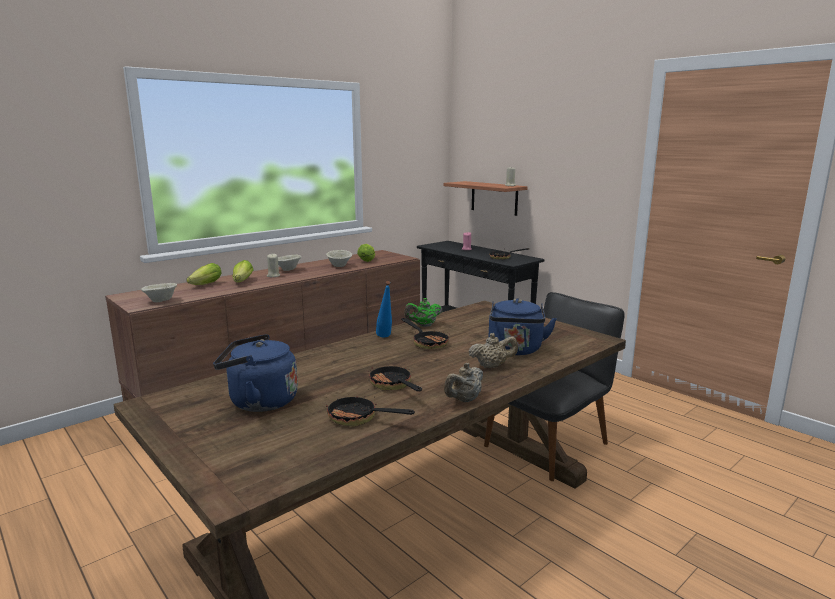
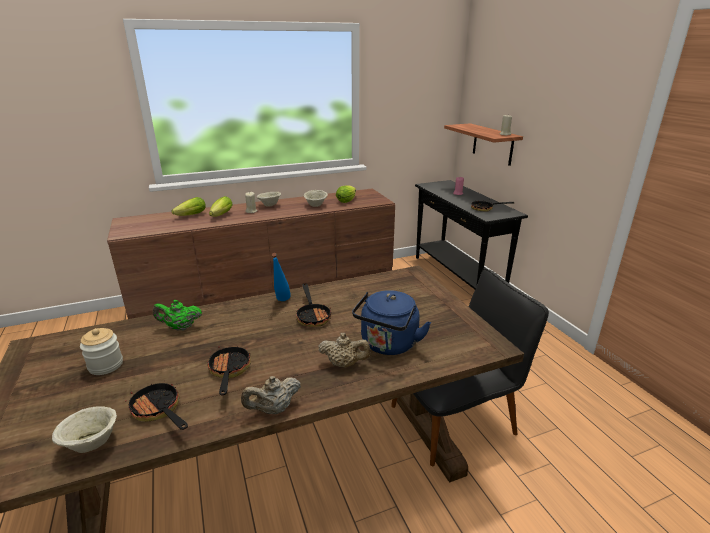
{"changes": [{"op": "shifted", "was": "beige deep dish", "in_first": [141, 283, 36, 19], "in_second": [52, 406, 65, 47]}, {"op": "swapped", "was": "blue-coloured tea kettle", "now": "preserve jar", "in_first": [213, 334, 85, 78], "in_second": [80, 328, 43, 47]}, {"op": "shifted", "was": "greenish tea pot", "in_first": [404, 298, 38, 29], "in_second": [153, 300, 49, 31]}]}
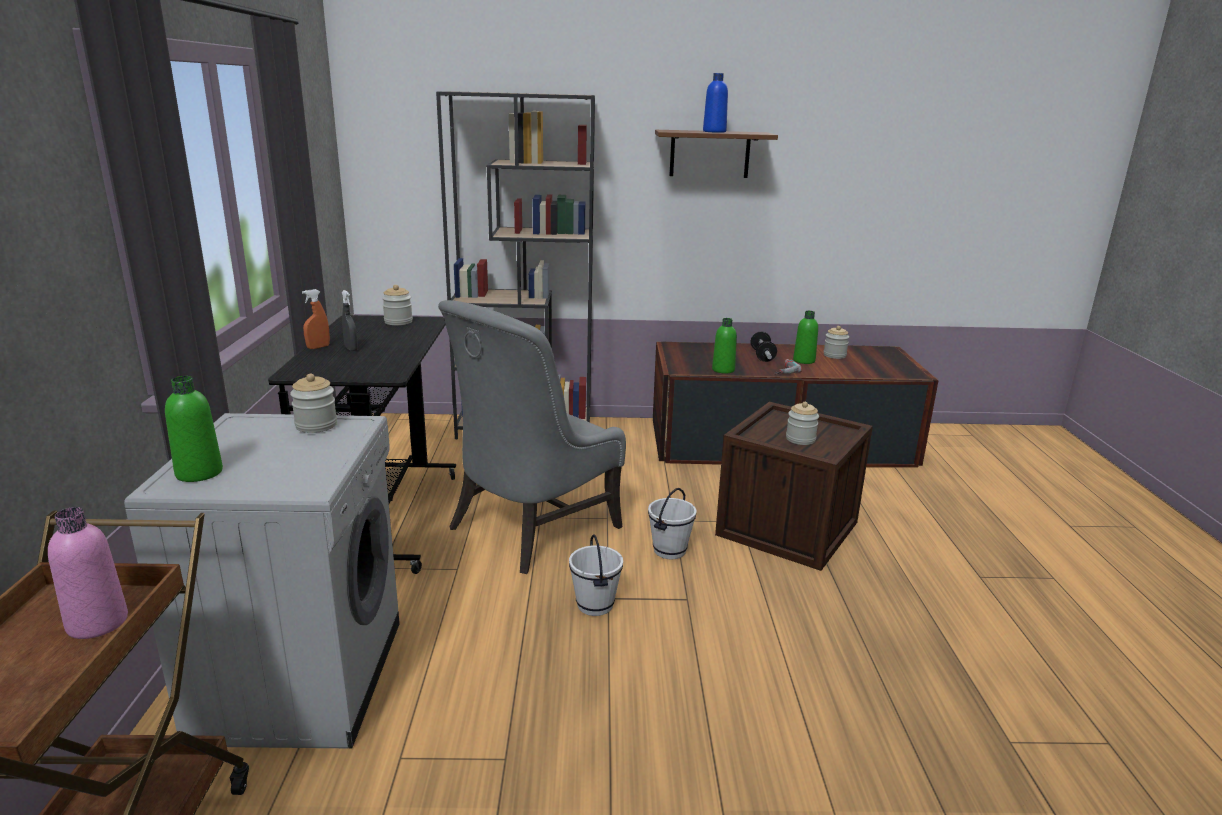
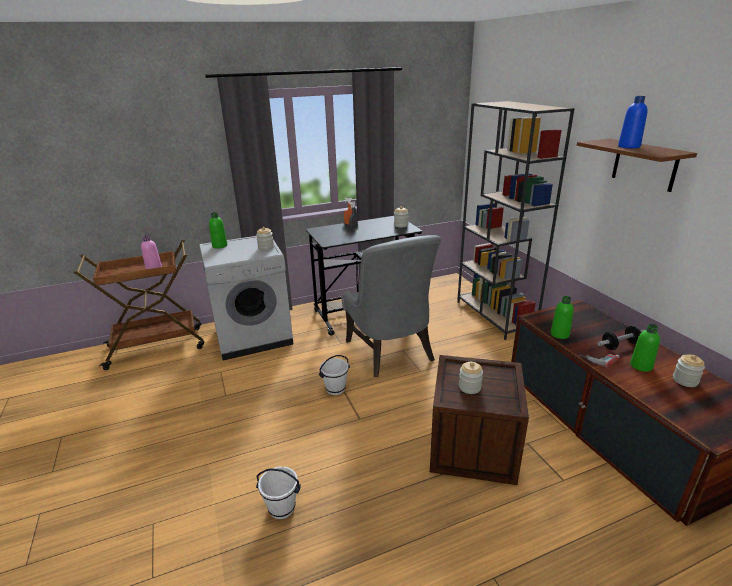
{"changes": [{"op": "rotated", "was": "grey chair", "in_first": [438, 300, 188, 274], "in_second": [342, 235, 99, 142], "clockwise": -135}, {"op": "shifted", "was": "white-coloured water bucket", "in_first": [648, 488, 49, 71], "in_second": [256, 466, 45, 53]}]}
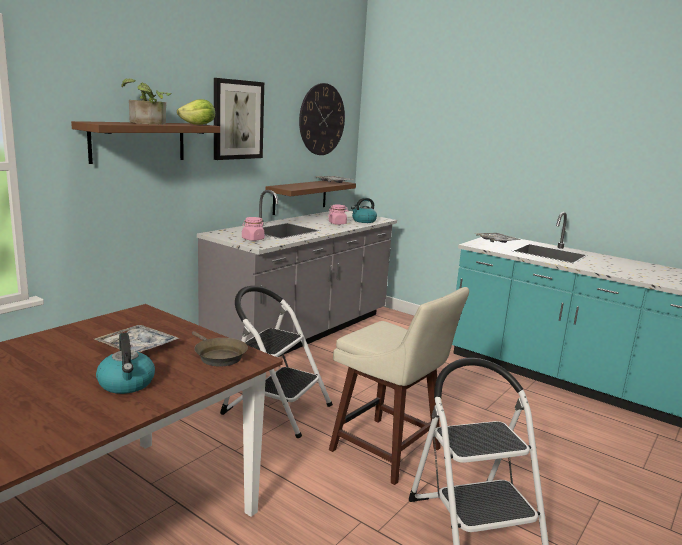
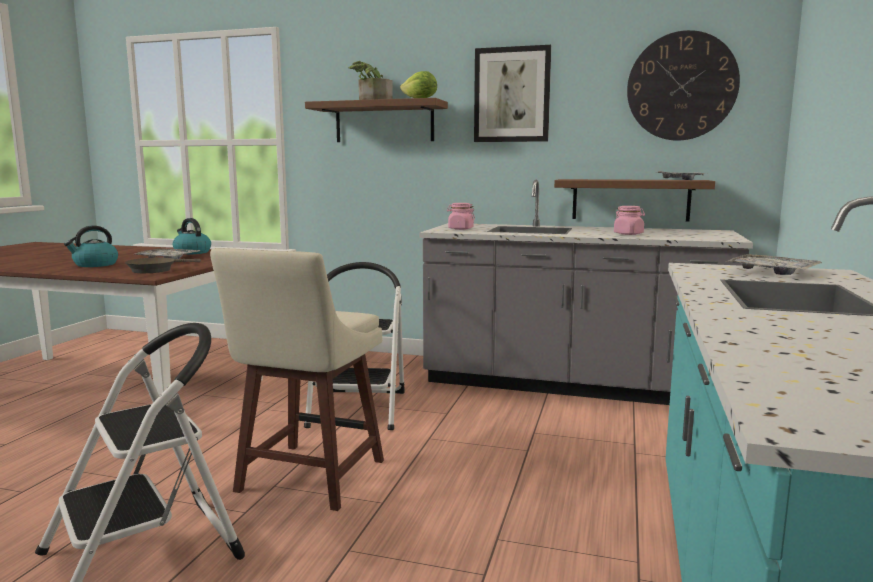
{"changes": [{"op": "shifted", "was": "tea kettle", "in_first": [351, 198, 26, 25], "in_second": [173, 218, 38, 37]}]}
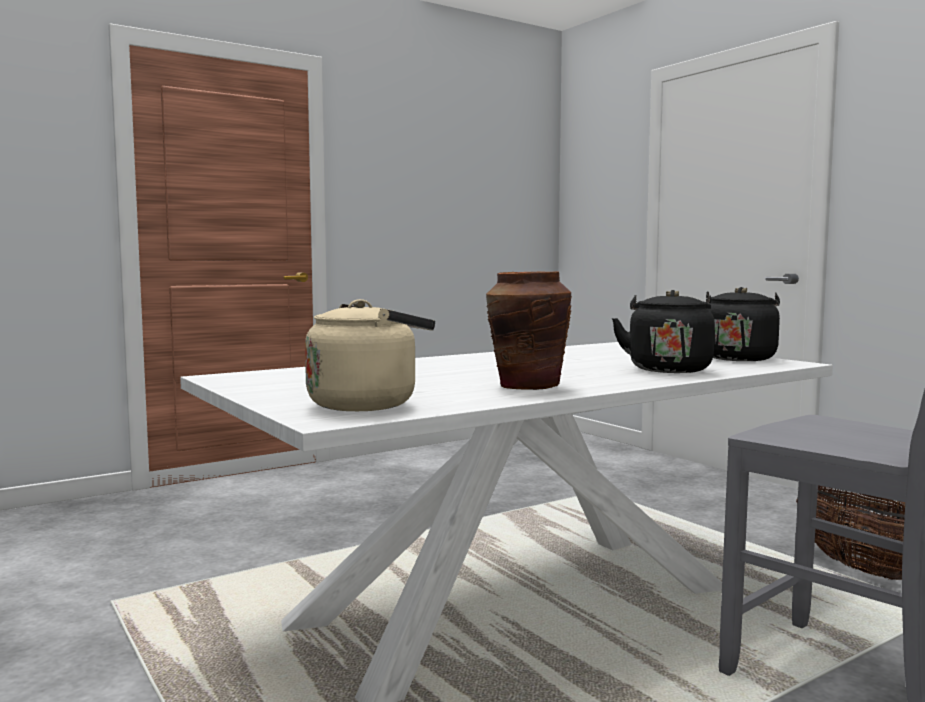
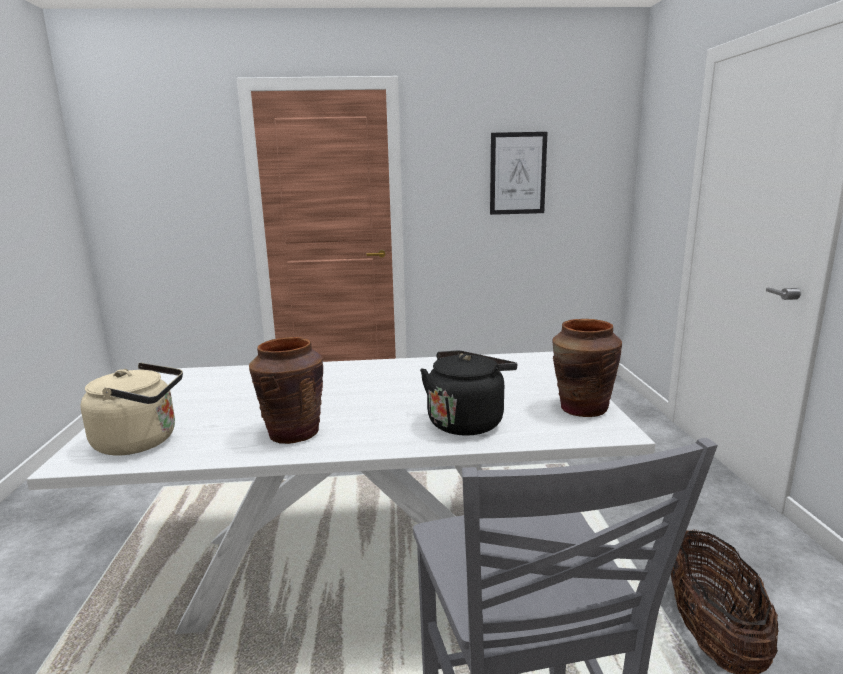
{"changes": [{"op": "swapped", "was": "black-coloured tea kettle", "now": "brown flower vase", "in_first": [706, 287, 74, 74], "in_second": [552, 319, 70, 98]}, {"op": "new", "now": "picture", "in_second": [490, 132, 57, 83]}]}
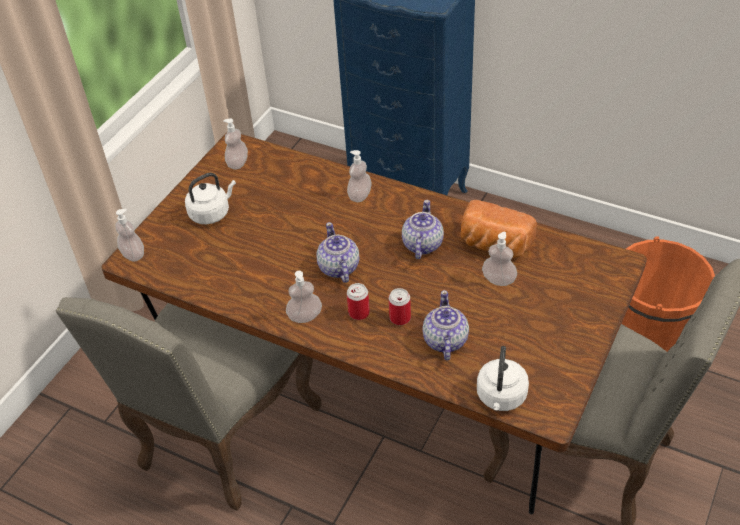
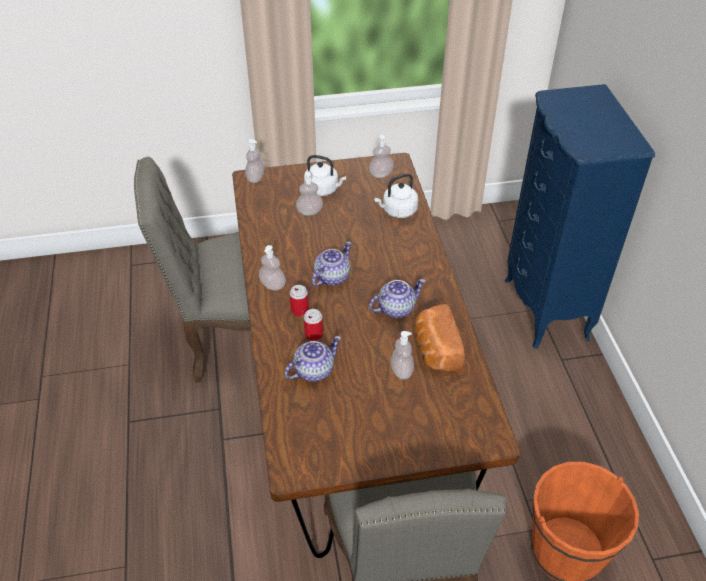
{"changes": [{"op": "shifted", "was": "liquid soap bottle", "in_first": [347, 150, 25, 52], "in_second": [296, 171, 27, 45]}, {"op": "shifted", "was": "white-coloured tea kettle", "in_first": [477, 346, 52, 65], "in_second": [374, 173, 44, 45]}]}
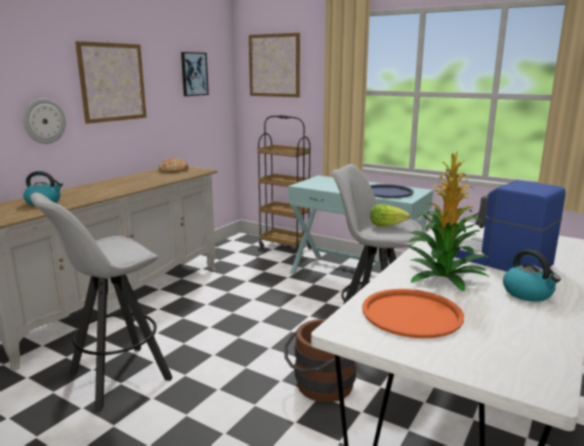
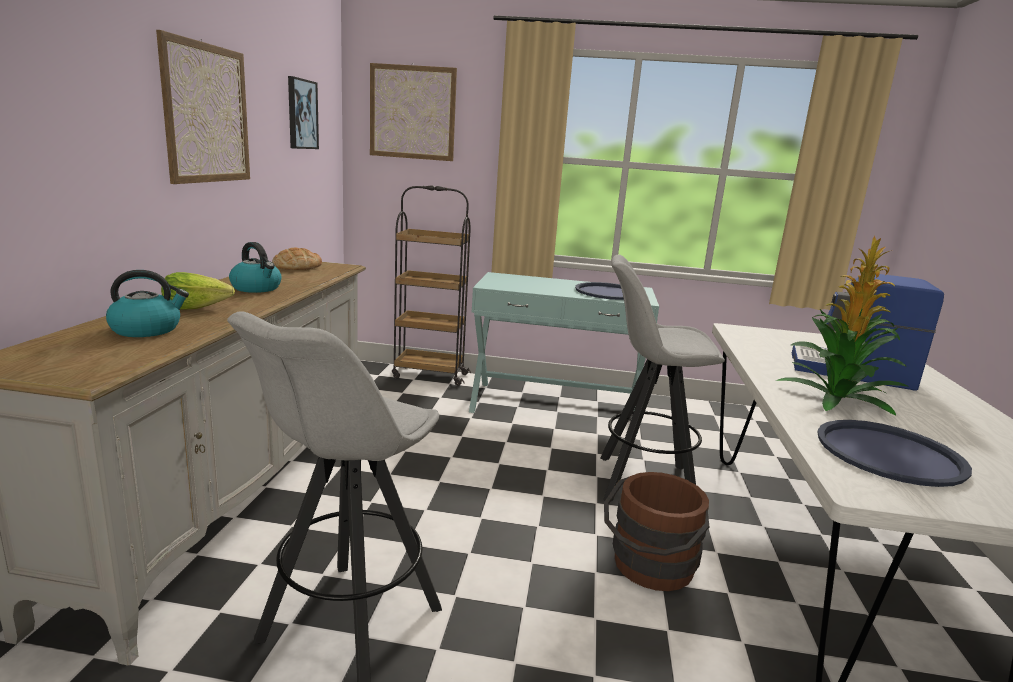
{"changes": [{"op": "gone", "was": "hanging clock", "in_first": [23, 98, 43, 46]}, {"op": "repainted", "was": "orange tray", "now": "blue-coloured tray", "in_first": [362, 289, 102, 49], "in_second": [817, 420, 155, 67]}, {"op": "shifted", "was": "lettuce", "in_first": [370, 204, 40, 22], "in_second": [161, 272, 74, 38]}, {"op": "shifted", "was": "tea kettle", "in_first": [503, 249, 58, 53], "in_second": [229, 242, 53, 51]}]}
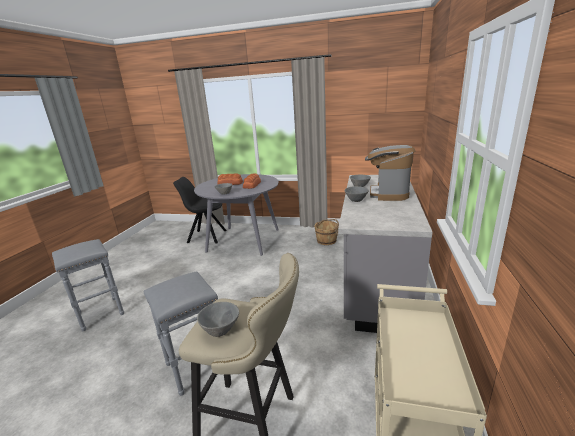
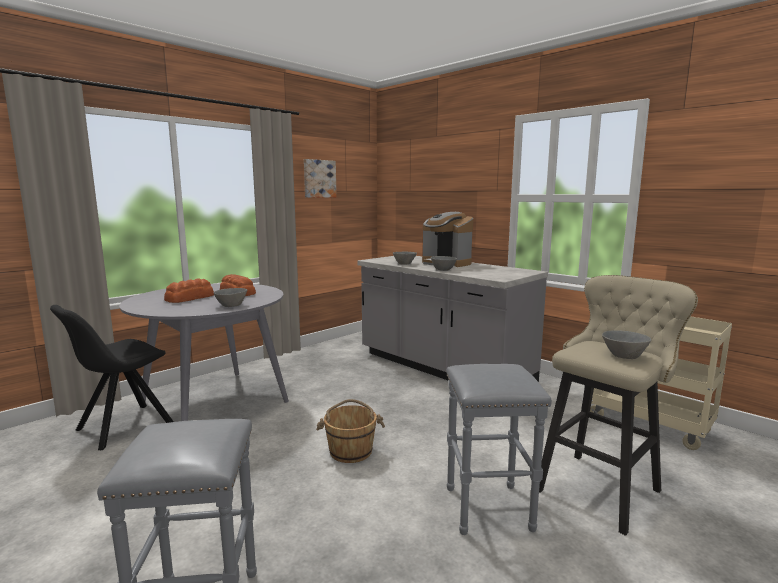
{"changes": [{"op": "shifted", "was": "brown water bucket", "in_first": [314, 219, 25, 26], "in_second": [316, 399, 69, 64]}, {"op": "new", "now": "picture", "in_second": [304, 159, 33, 39]}]}
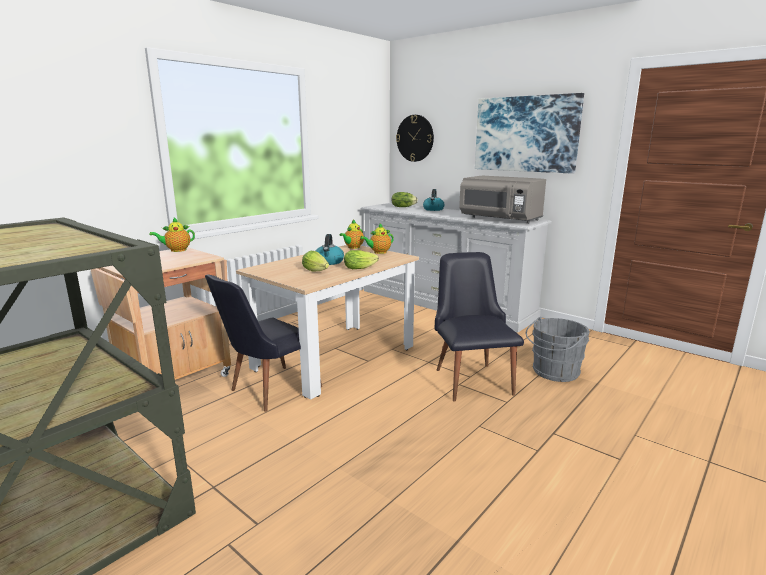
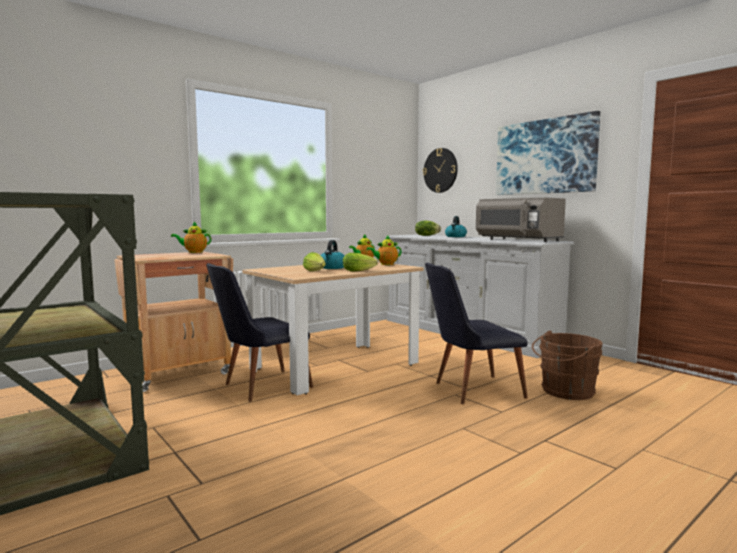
{"changes": [{"op": "rotated", "was": "black-coloured chair", "in_first": [435, 252, 89, 150], "in_second": [425, 262, 103, 142], "clockwise": -105}, {"op": "repainted", "was": "grey water bucket", "now": "brown water bucket", "in_first": [526, 317, 64, 65], "in_second": [532, 331, 71, 69]}]}
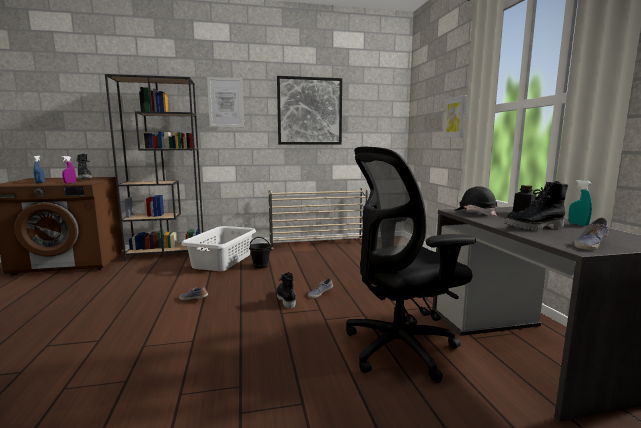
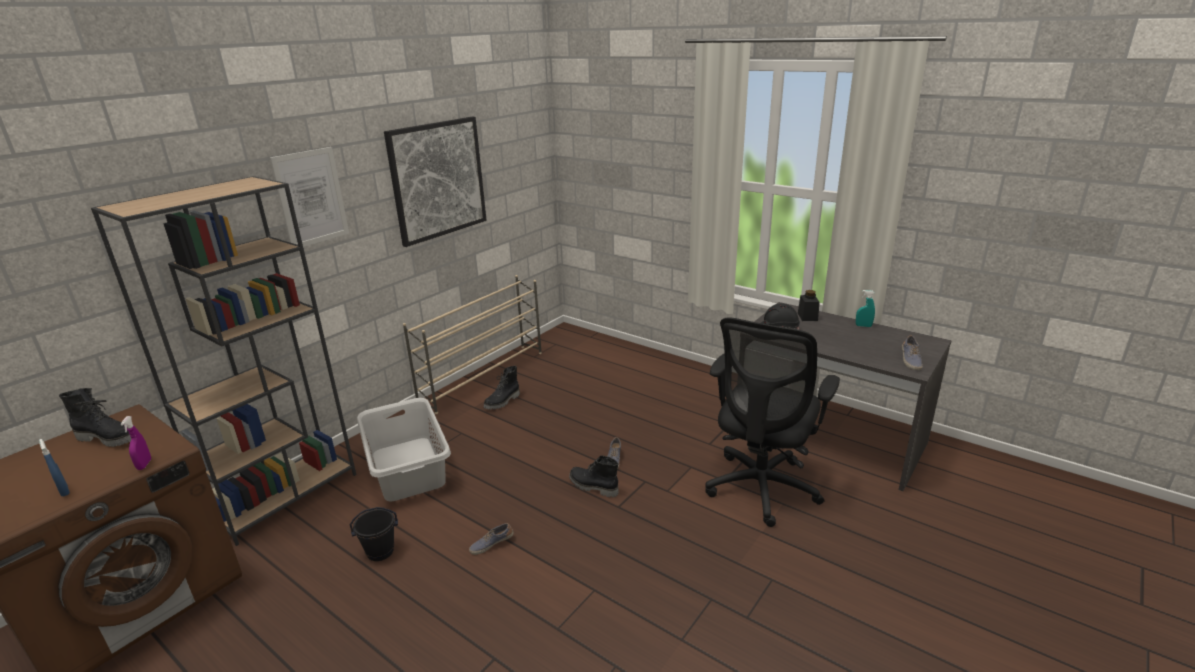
{"changes": [{"op": "shifted", "was": "black-coloured water bucket", "in_first": [249, 237, 23, 31], "in_second": [349, 507, 49, 54]}, {"op": "gone", "was": "picture", "in_first": [443, 95, 24, 43]}, {"op": "shifted", "was": "black-coloured high-top boot", "in_first": [504, 181, 64, 49], "in_second": [484, 366, 36, 44]}]}
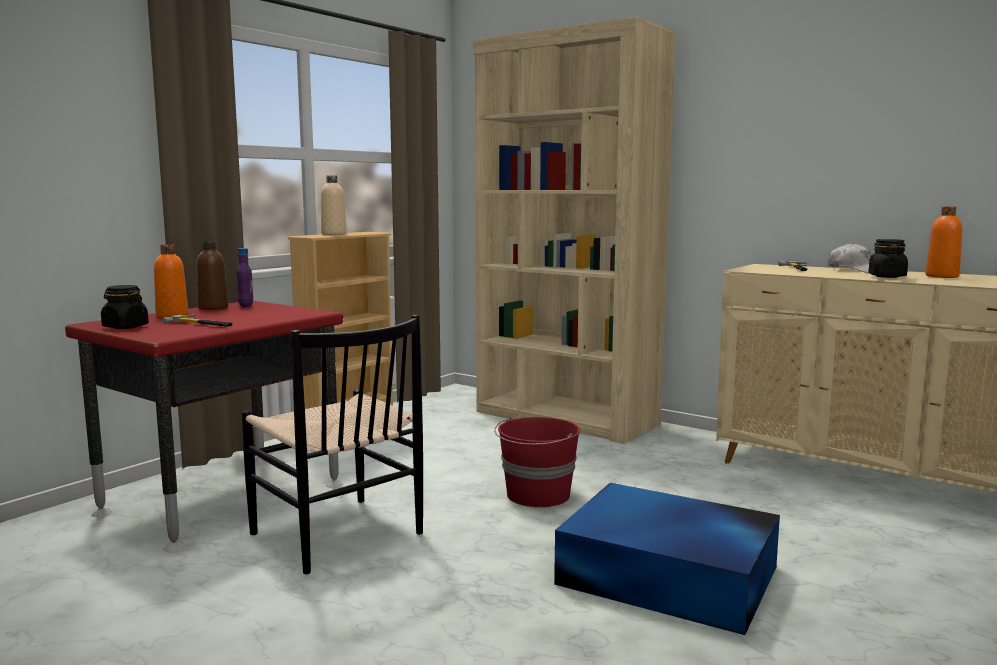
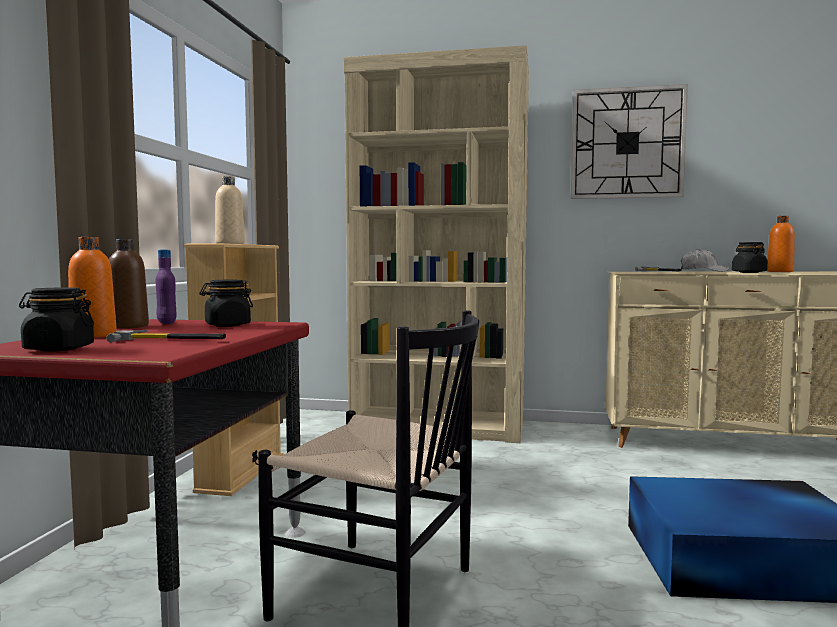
{"changes": [{"op": "gone", "was": "reddish water bucket", "in_first": [494, 417, 86, 90]}, {"op": "new", "now": "black-coloured preserve jar", "in_second": [199, 280, 54, 47]}, {"op": "new", "now": "hanging clock", "in_second": [571, 84, 117, 115]}]}
